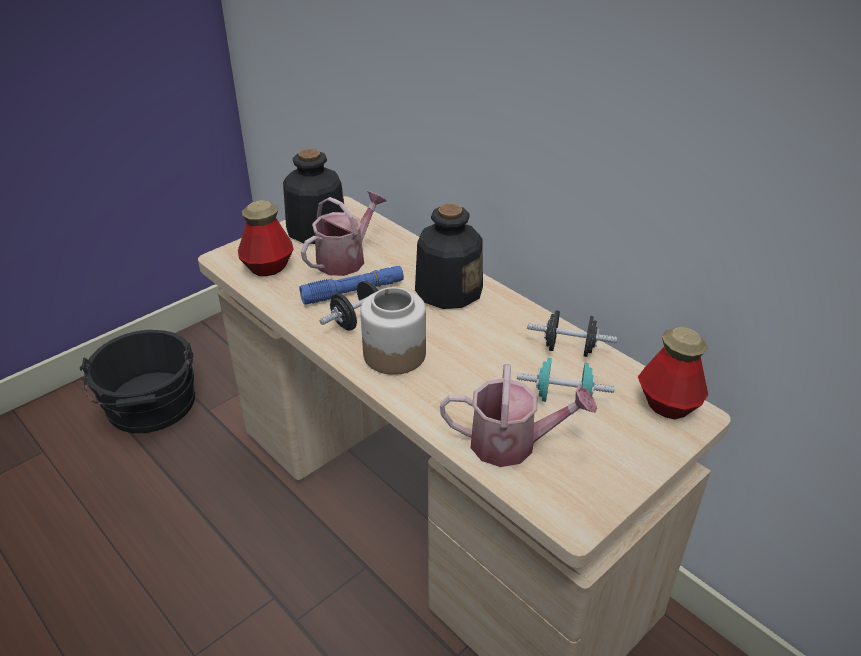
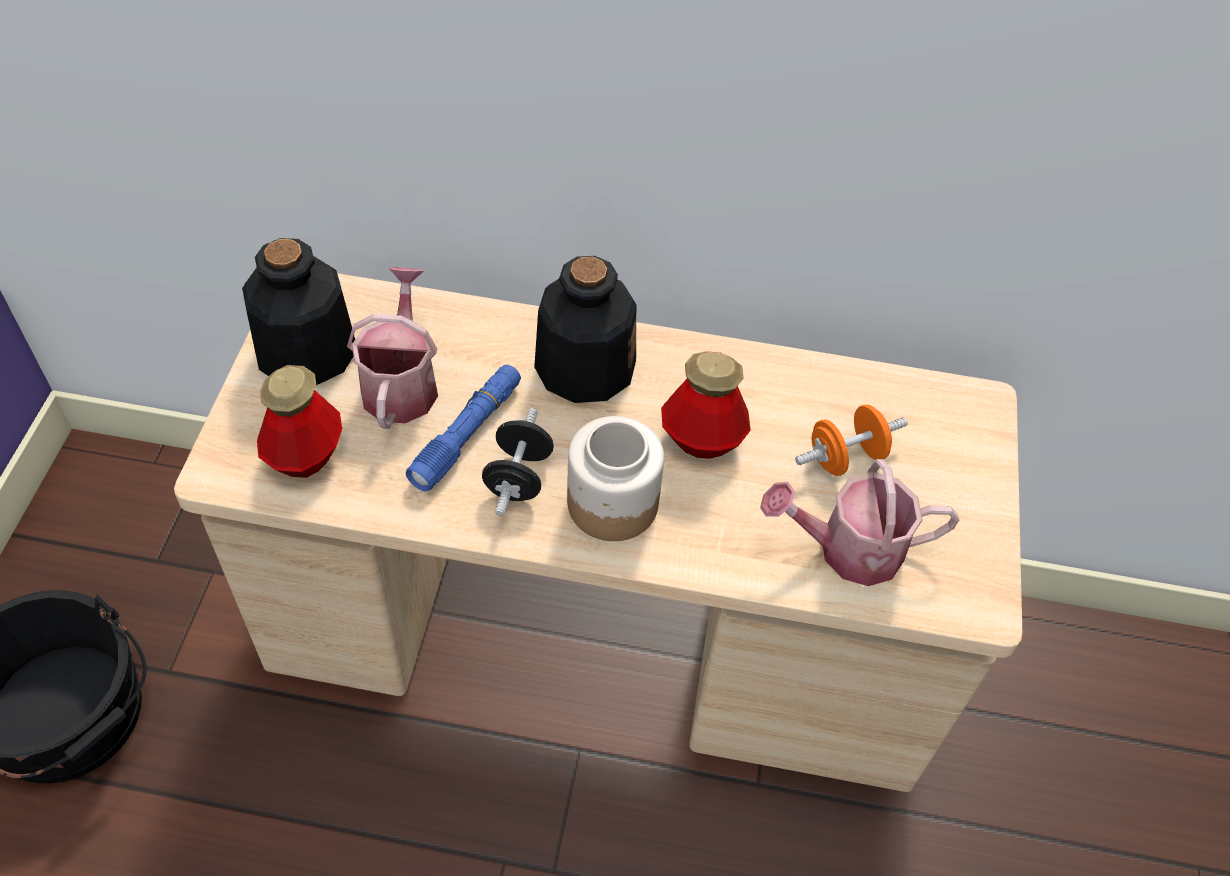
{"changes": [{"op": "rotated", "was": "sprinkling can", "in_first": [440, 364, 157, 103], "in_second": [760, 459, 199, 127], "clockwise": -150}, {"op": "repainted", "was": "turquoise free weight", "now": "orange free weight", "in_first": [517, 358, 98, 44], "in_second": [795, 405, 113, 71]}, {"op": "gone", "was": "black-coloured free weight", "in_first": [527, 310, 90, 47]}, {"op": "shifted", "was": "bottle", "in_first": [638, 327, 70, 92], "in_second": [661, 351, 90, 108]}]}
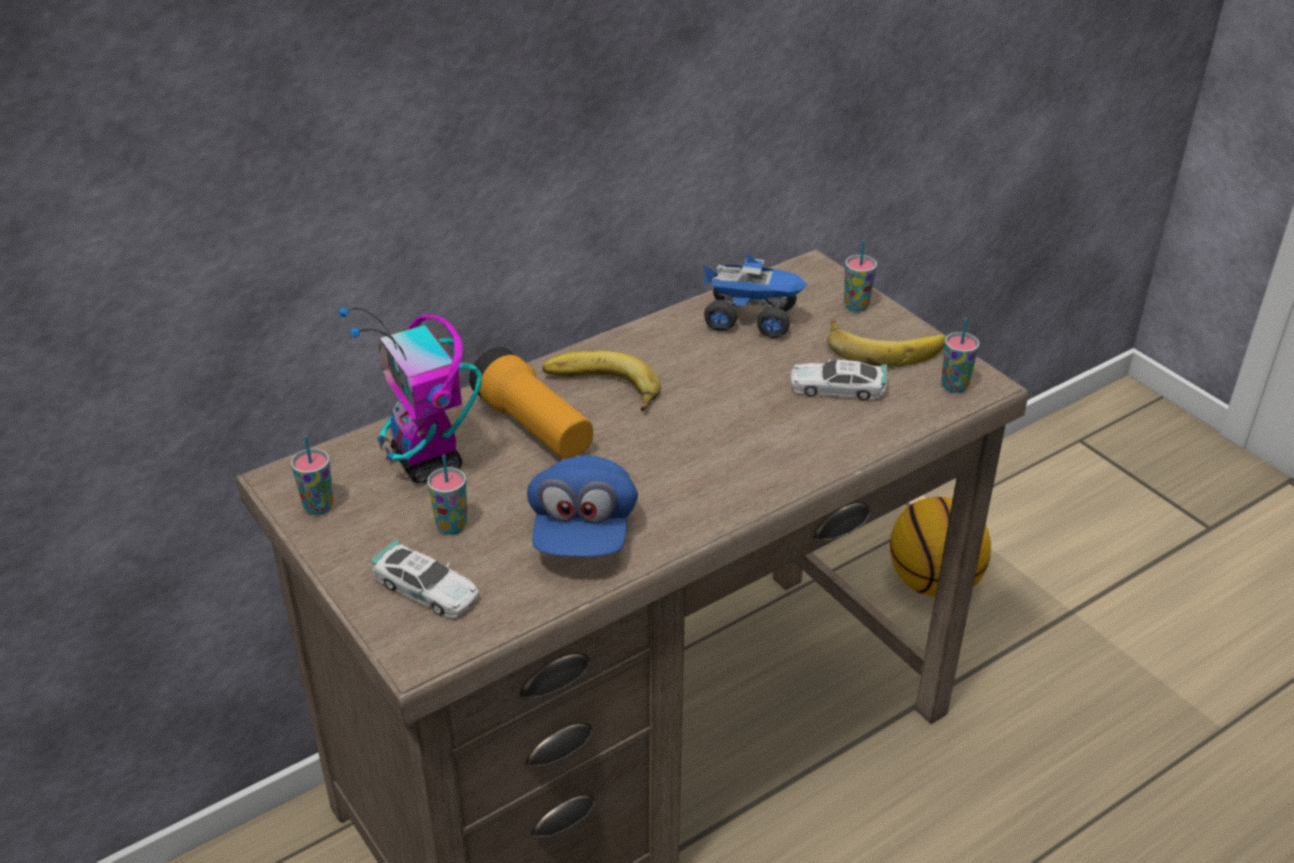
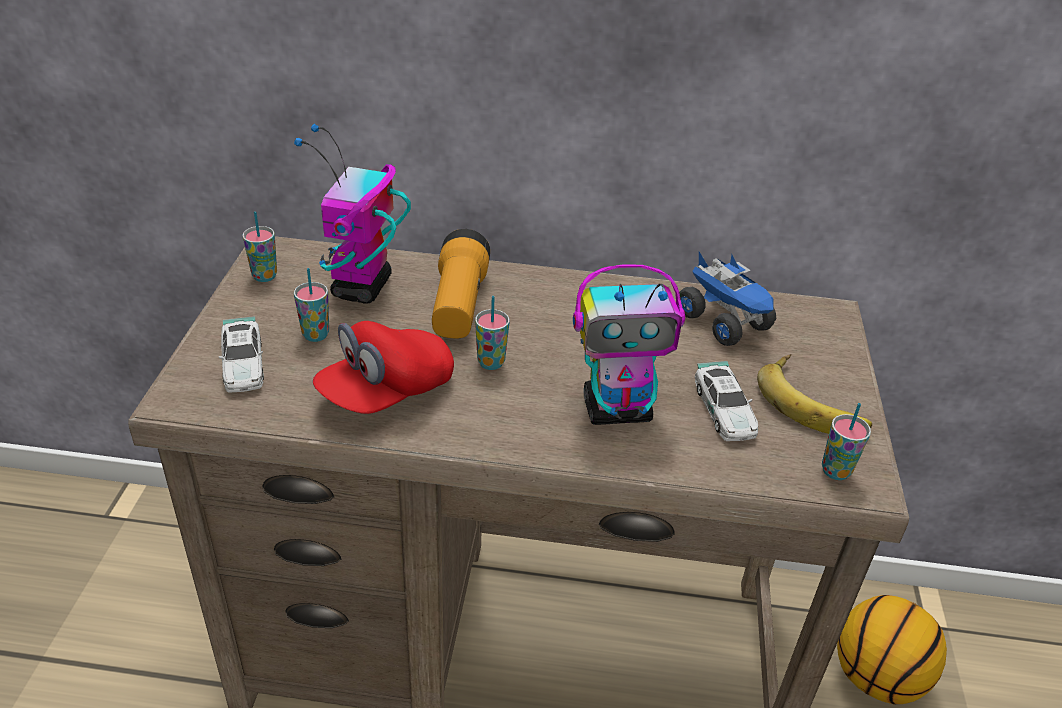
{"changes": [{"op": "repainted", "was": "blue-coloured peaked cap", "now": "reddish peaked cap", "in_first": [527, 455, 111, 102], "in_second": [313, 321, 141, 93]}, {"op": "gone", "was": "banana fruit", "in_first": [543, 351, 118, 60]}, {"op": "rotated", "was": "miniature car", "in_first": [790, 359, 97, 41], "in_second": [695, 361, 63, 80], "clockwise": -150}, {"op": "shifted", "was": "cup", "in_first": [844, 240, 33, 72], "in_second": [475, 296, 35, 74]}, {"op": "new", "now": "toy robot", "in_second": [573, 264, 112, 161]}]}
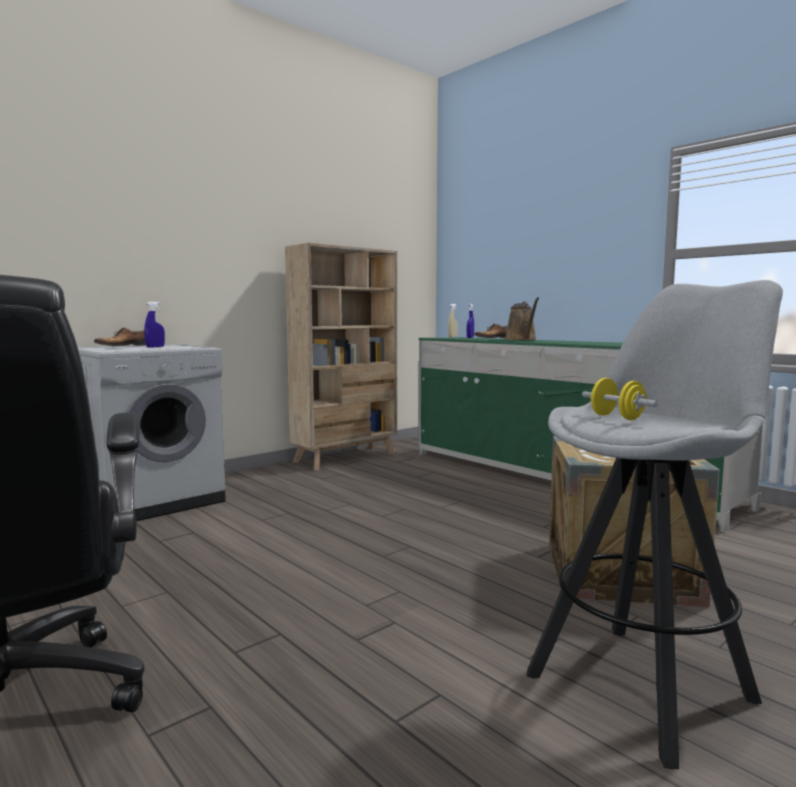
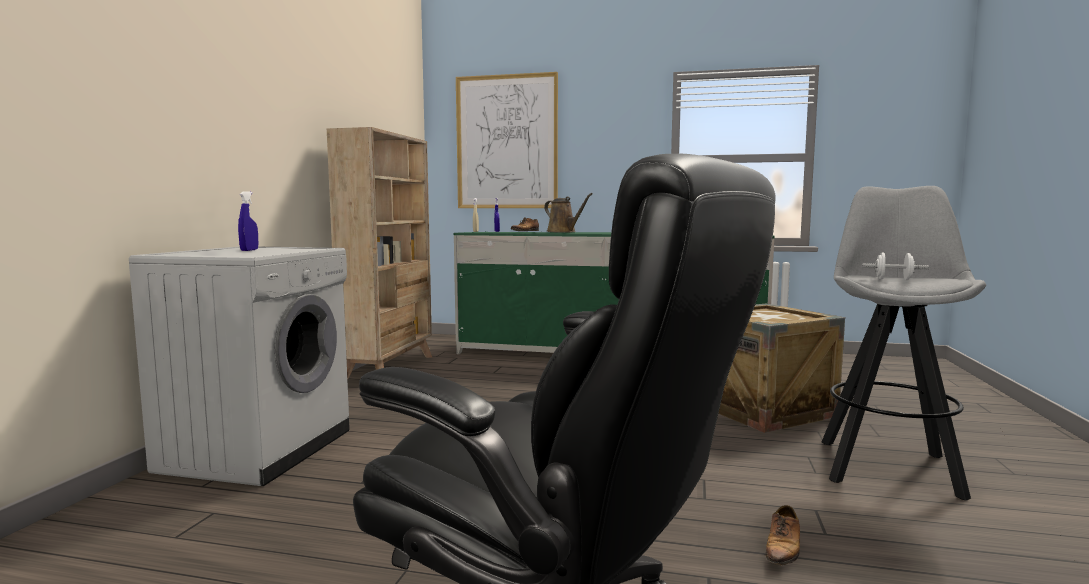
{"changes": [{"op": "shifted", "was": "item of footwear", "in_first": [94, 327, 52, 19], "in_second": [766, 505, 34, 60]}, {"op": "repainted", "was": "yellow-coloured free weight", "now": "white-coloured free weight", "in_first": [582, 378, 76, 42], "in_second": [862, 253, 67, 27]}, {"op": "new", "now": "picture", "in_second": [456, 72, 102, 136]}]}
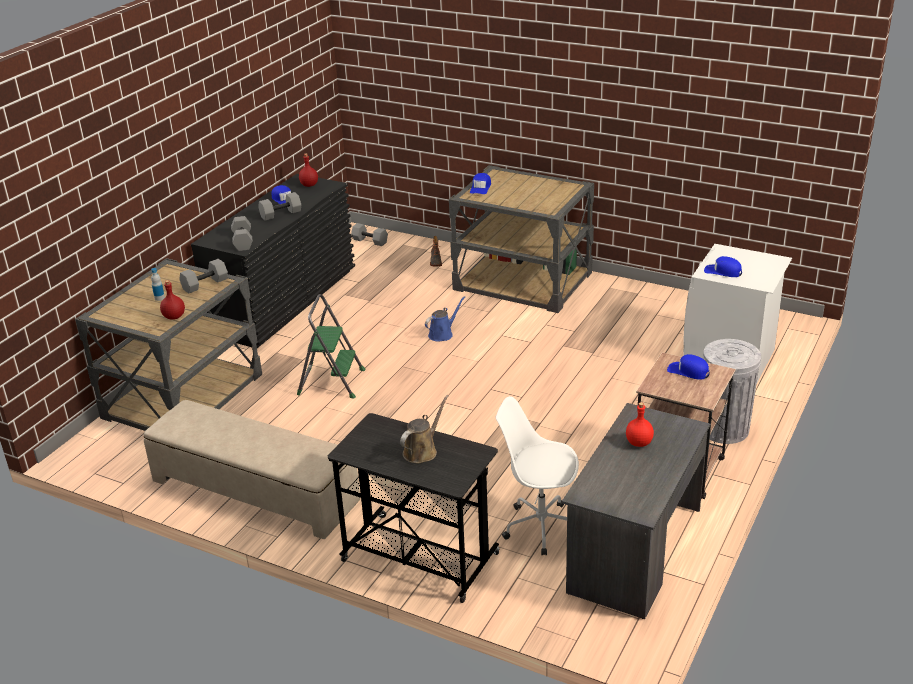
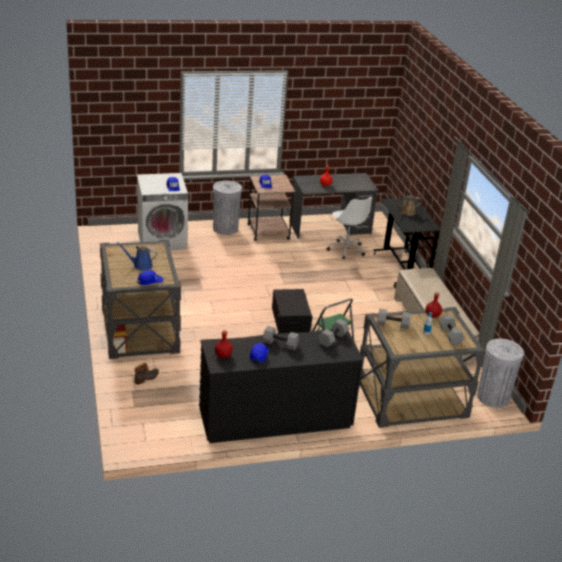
{"changes": [{"op": "shifted", "was": "grey free weight", "in_first": [351, 223, 37, 23], "in_second": [439, 315, 26, 30]}, {"op": "shifted", "was": "blue-coloured sprinkling can", "in_first": [425, 296, 40, 46], "in_second": [117, 242, 40, 29]}, {"op": "new", "now": "black-coloured storage container", "in_second": [272, 289, 41, 45]}, {"op": "new", "now": "grey rubbish bin", "in_second": [477, 339, 47, 69]}]}
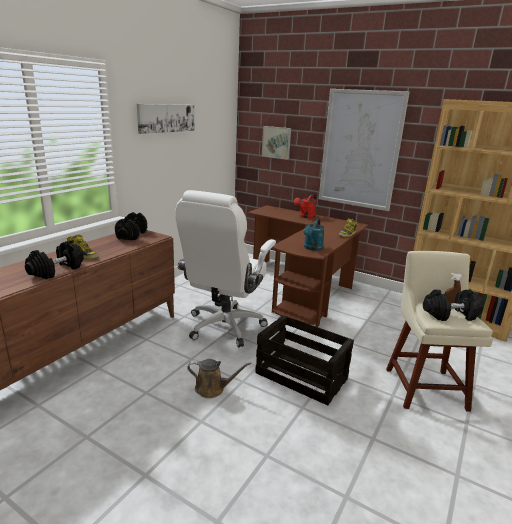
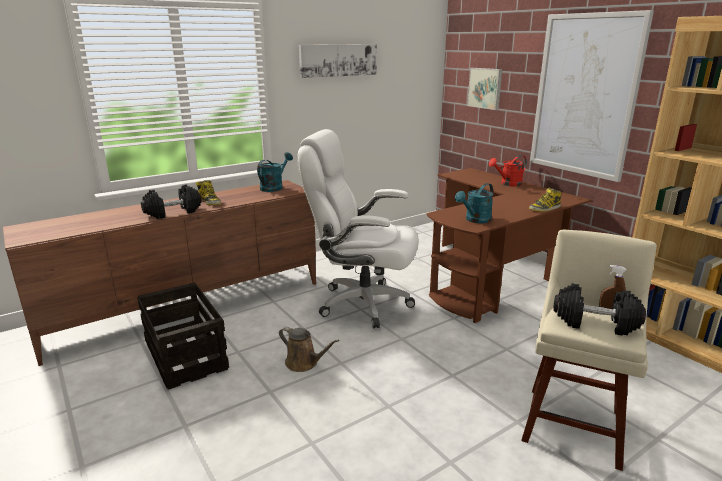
{"changes": [{"op": "swapped", "was": "black-coloured free weight", "now": "turquoise sprinkling can", "in_first": [115, 212, 32, 29], "in_second": [257, 152, 36, 40]}, {"op": "rotated", "was": "white-coloured office chair", "in_first": [175, 190, 101, 157], "in_second": [297, 129, 122, 199], "clockwise": 60}, {"op": "shifted", "was": "crate", "in_first": [255, 315, 99, 90], "in_second": [137, 282, 92, 108]}]}
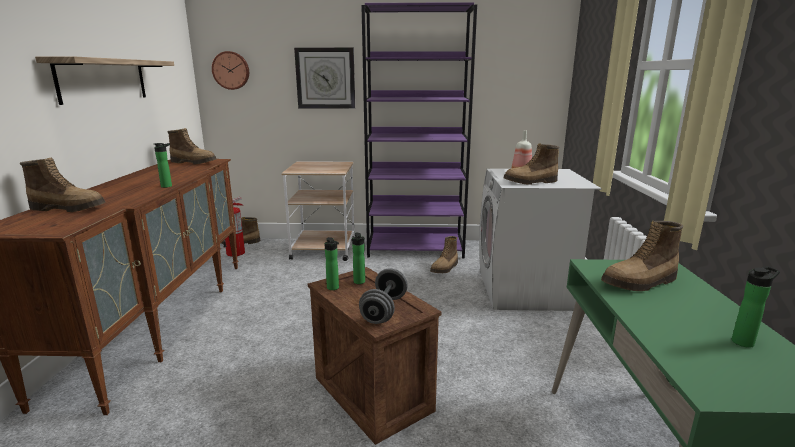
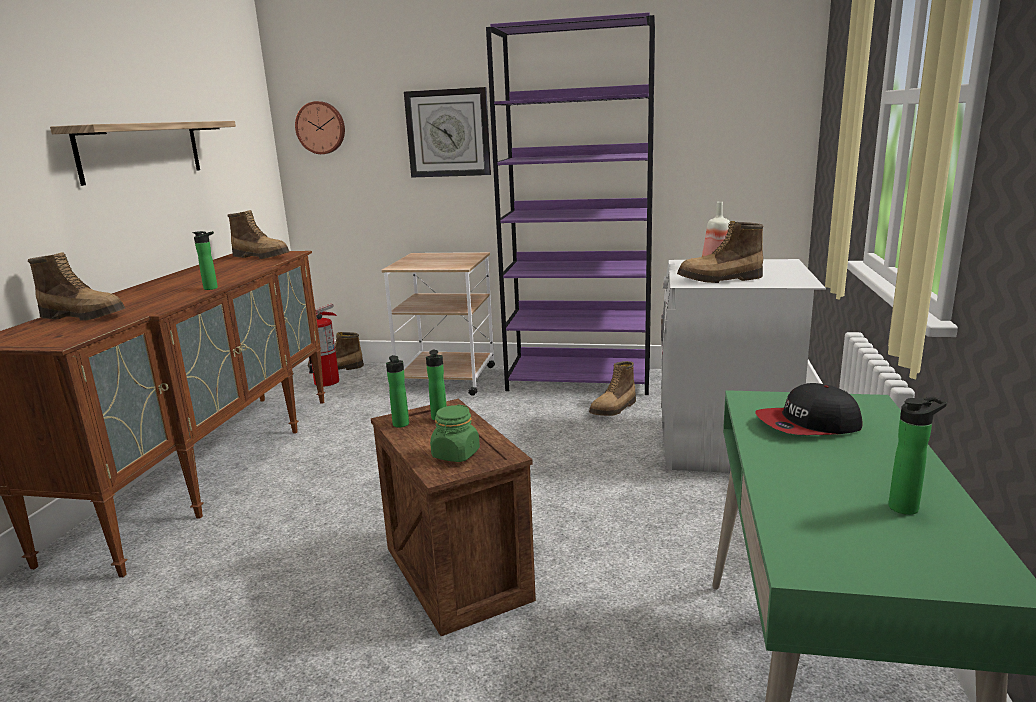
{"changes": [{"op": "swapped", "was": "grey free weight", "now": "greenish preserve jar", "in_first": [359, 269, 49, 55], "in_second": [430, 405, 50, 57]}, {"op": "swapped", "was": "high-top boot", "now": "peaked cap", "in_first": [601, 221, 82, 70], "in_second": [755, 383, 107, 52]}]}
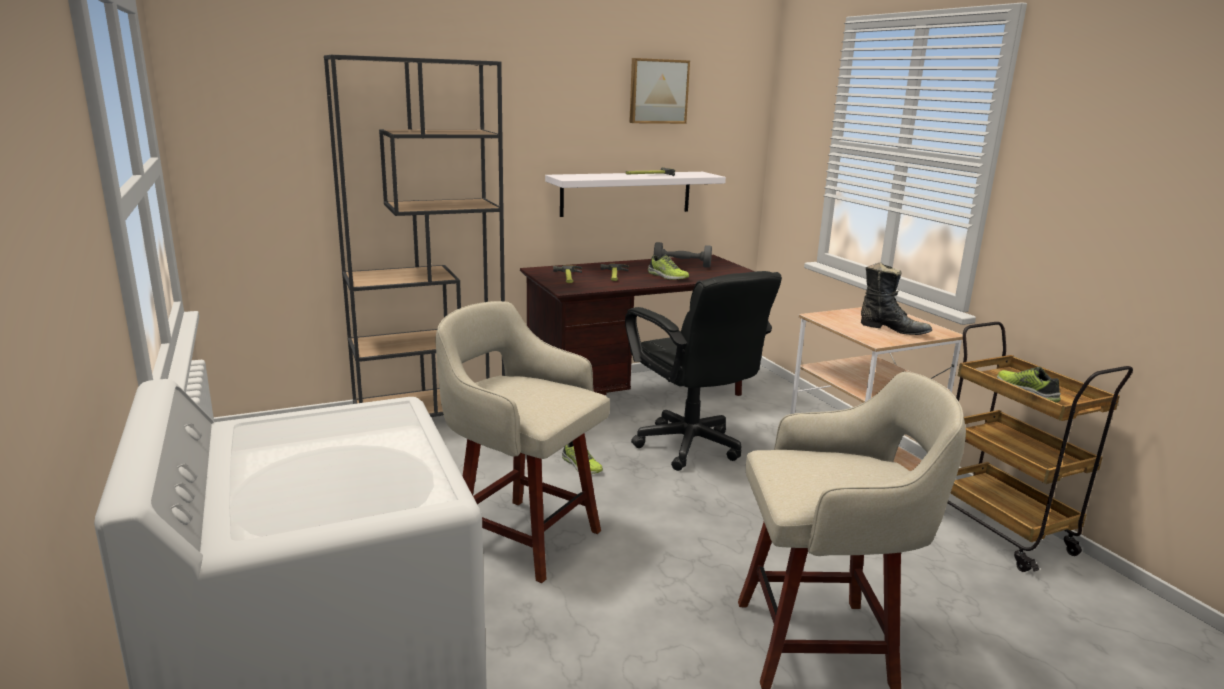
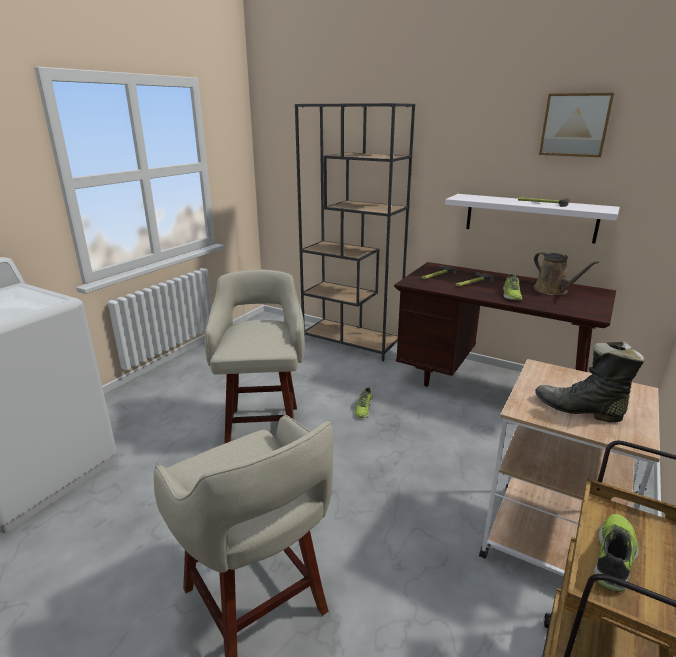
{"changes": [{"op": "gone", "was": "black-coloured office chair", "in_first": [625, 271, 157, 200]}, {"op": "swapped", "was": "grey free weight", "now": "brown sprinkling can", "in_first": [654, 242, 58, 26], "in_second": [533, 252, 66, 43]}, {"op": "rotated", "was": "black-coloured high-top boot", "in_first": [861, 263, 71, 72], "in_second": [535, 341, 109, 82], "clockwise": 120}]}
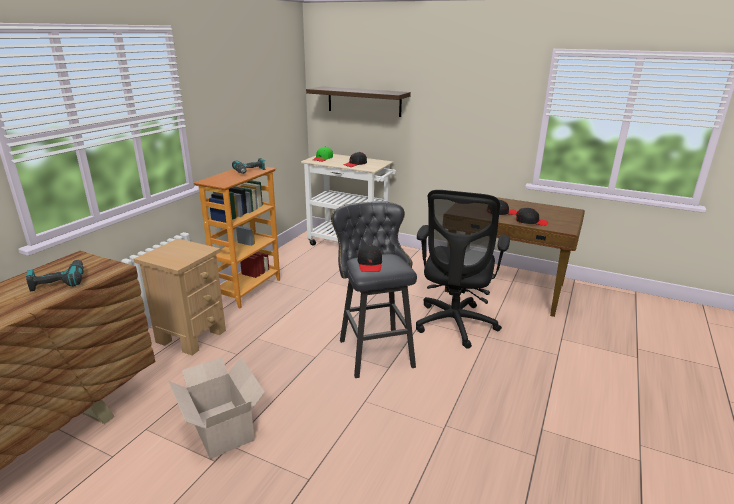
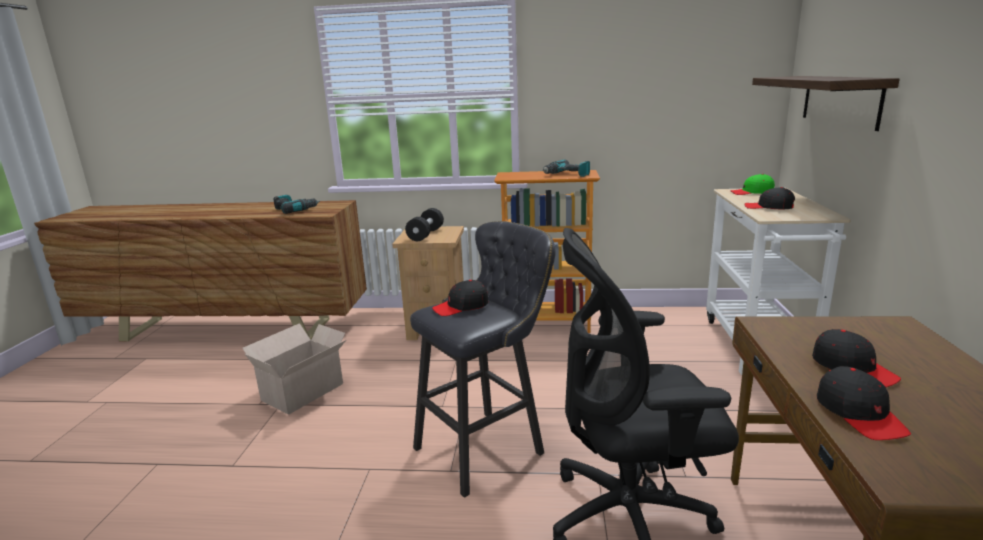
{"changes": [{"op": "new", "now": "black-coloured free weight", "in_second": [405, 208, 39, 33]}]}
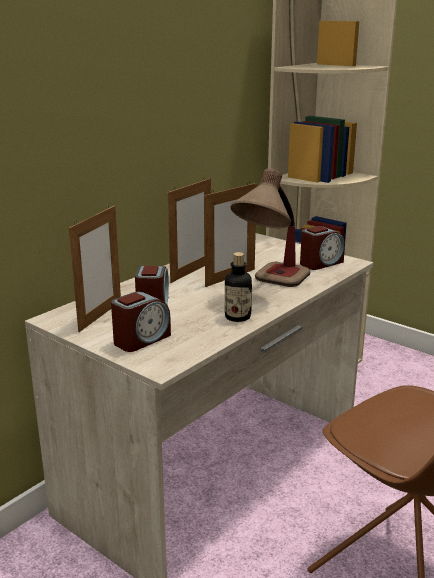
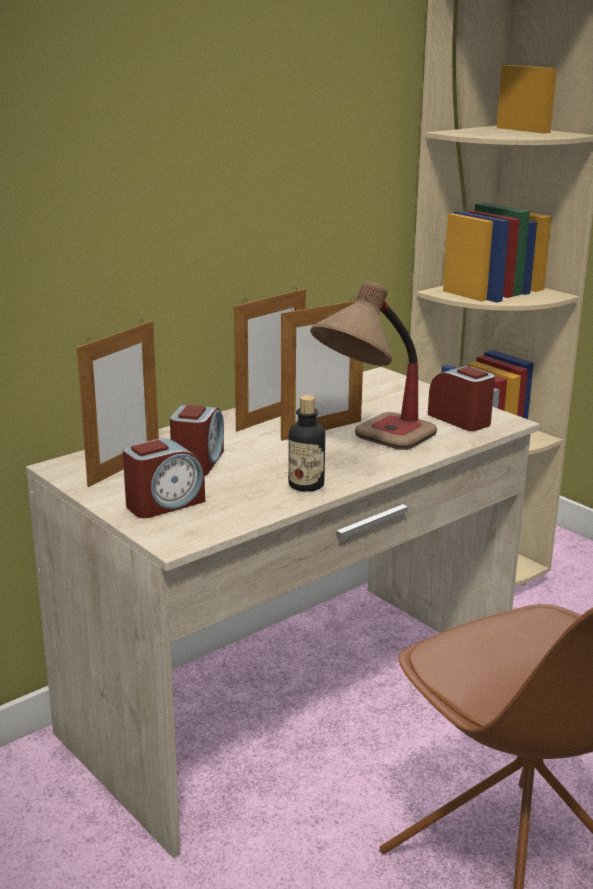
{"changes": [{"op": "rotated", "was": "table clock", "in_first": [300, 226, 45, 44], "in_second": [428, 366, 67, 65], "clockwise": -105}]}
